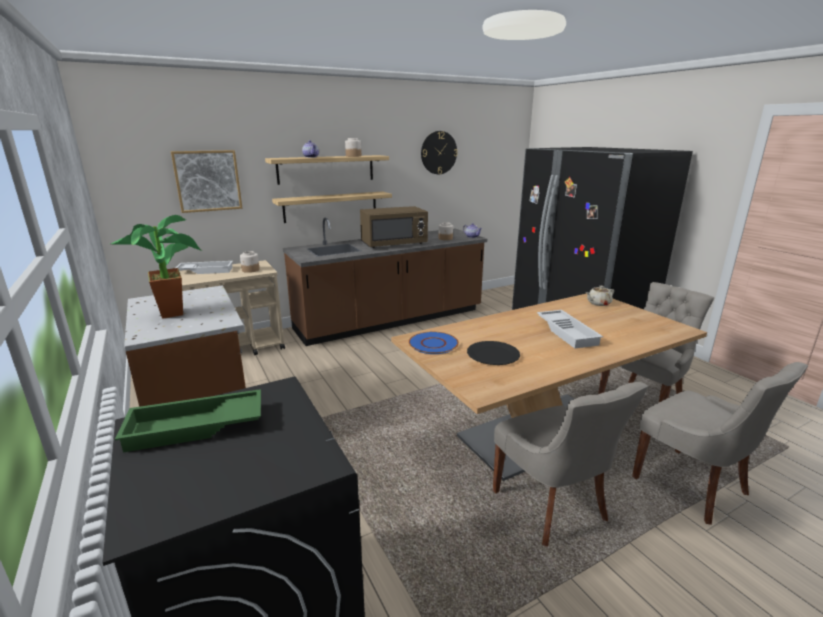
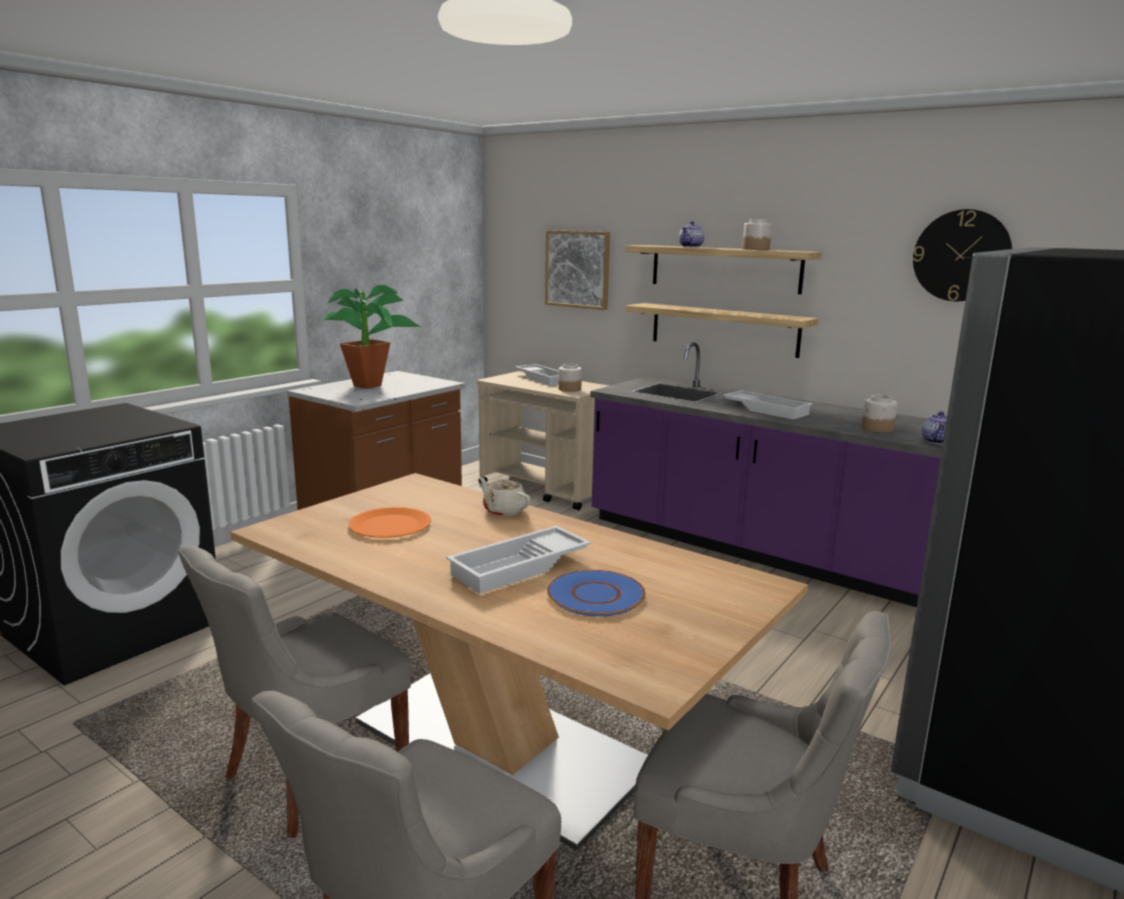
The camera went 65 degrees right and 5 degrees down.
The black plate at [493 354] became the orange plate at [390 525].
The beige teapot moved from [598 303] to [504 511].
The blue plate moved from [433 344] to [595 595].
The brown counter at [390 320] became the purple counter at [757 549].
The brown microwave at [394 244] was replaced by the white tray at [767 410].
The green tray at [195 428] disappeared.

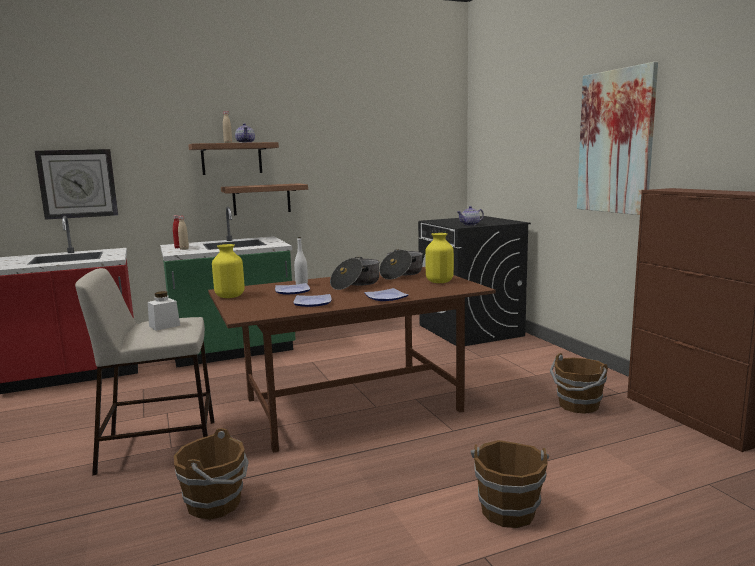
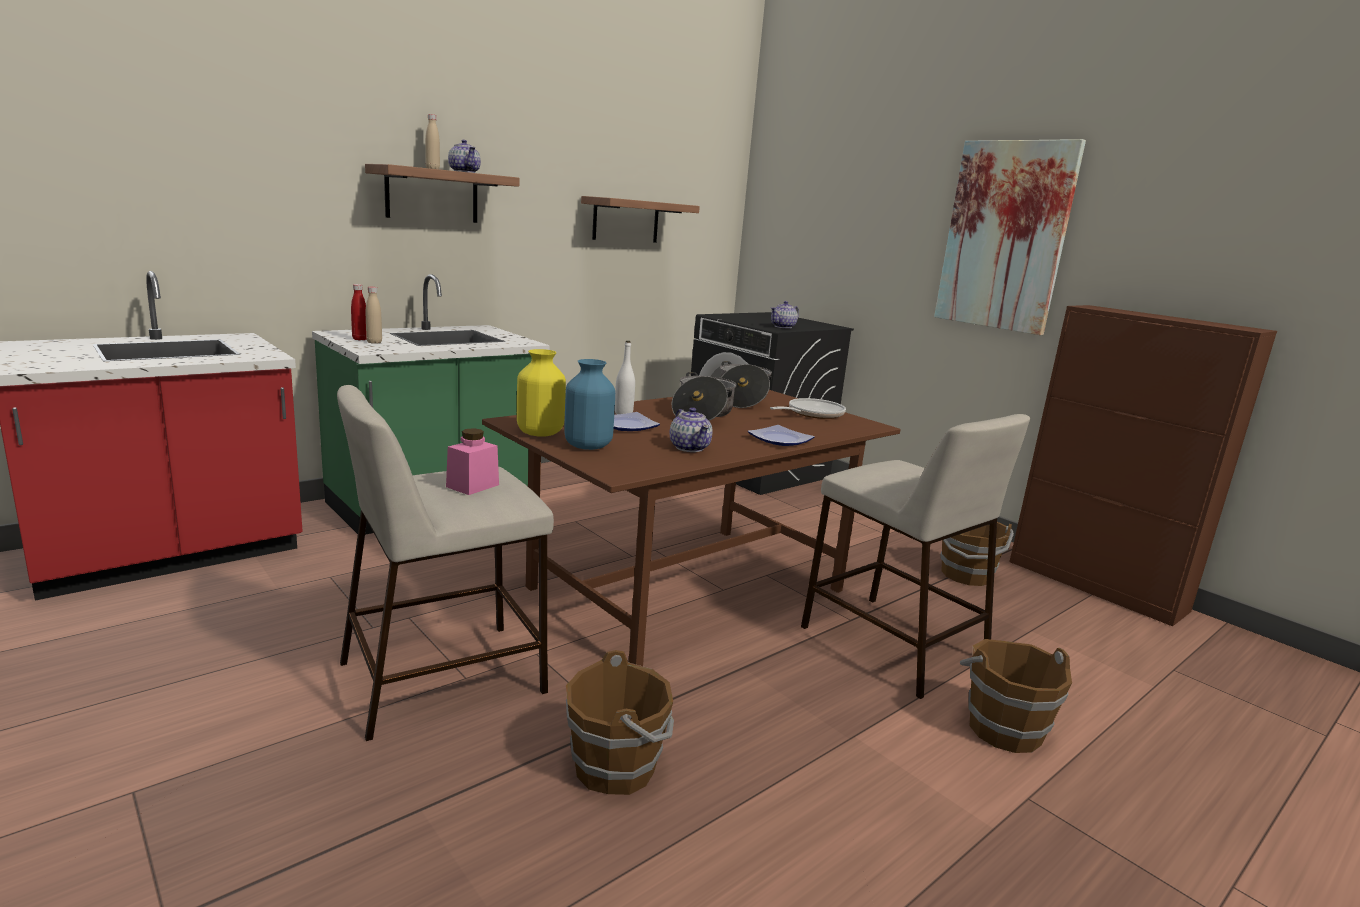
The camera went 20 degrees left and 5 degrees up.
The white jar at [164 326] became the pink jar at [472 486].
The blue vase at [587 445] appeared.
The shelf moved from [261 199] to [626 220].
The plate at [313 303] was replaced by the teapot at [689 447].
The yellow vase at [439 282] was replaced by the frying pan at [812 414].
The beige stool at [890 642] appeared.
The wall clock at [78 183] disappeared.

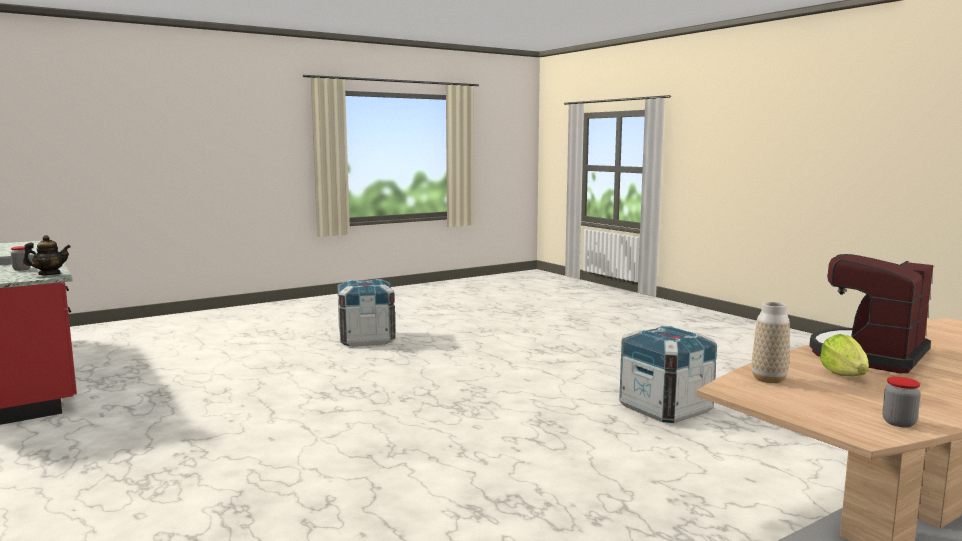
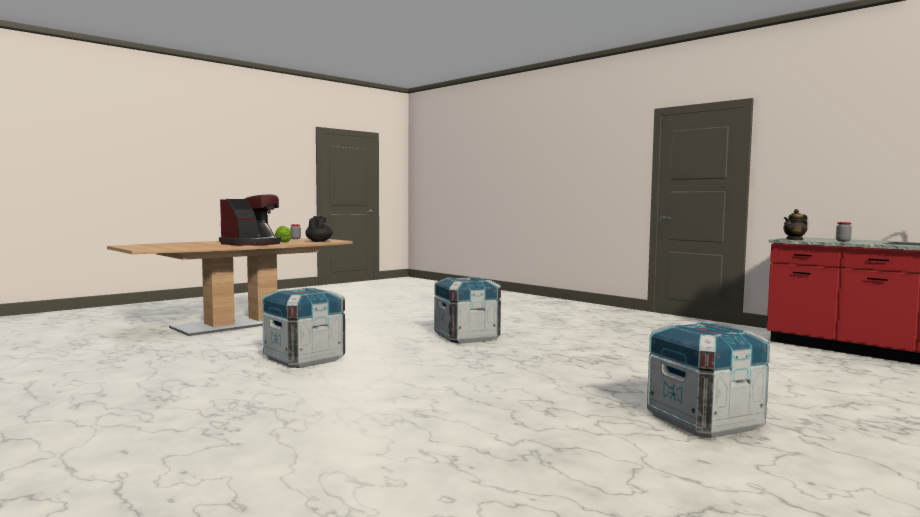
The camera went 170 degrees right and 5 degrees down.
The vase at [768 379] was replaced by the black teapot at [319 241].
The crate at [466 337] appeared.

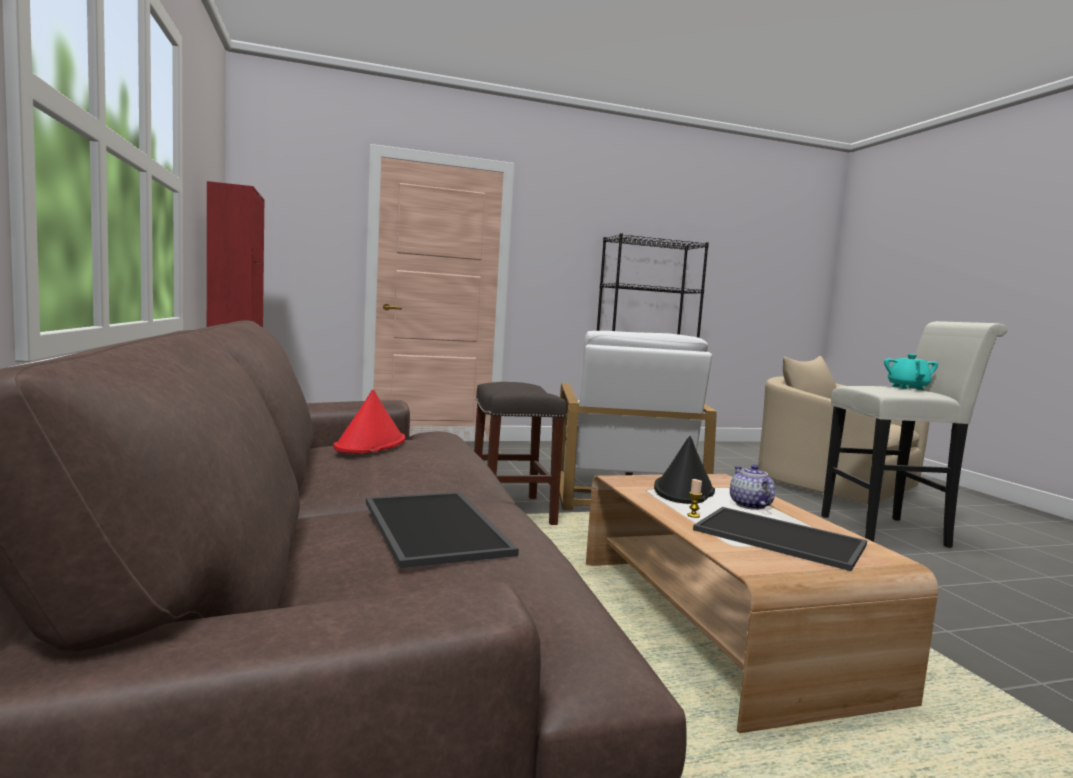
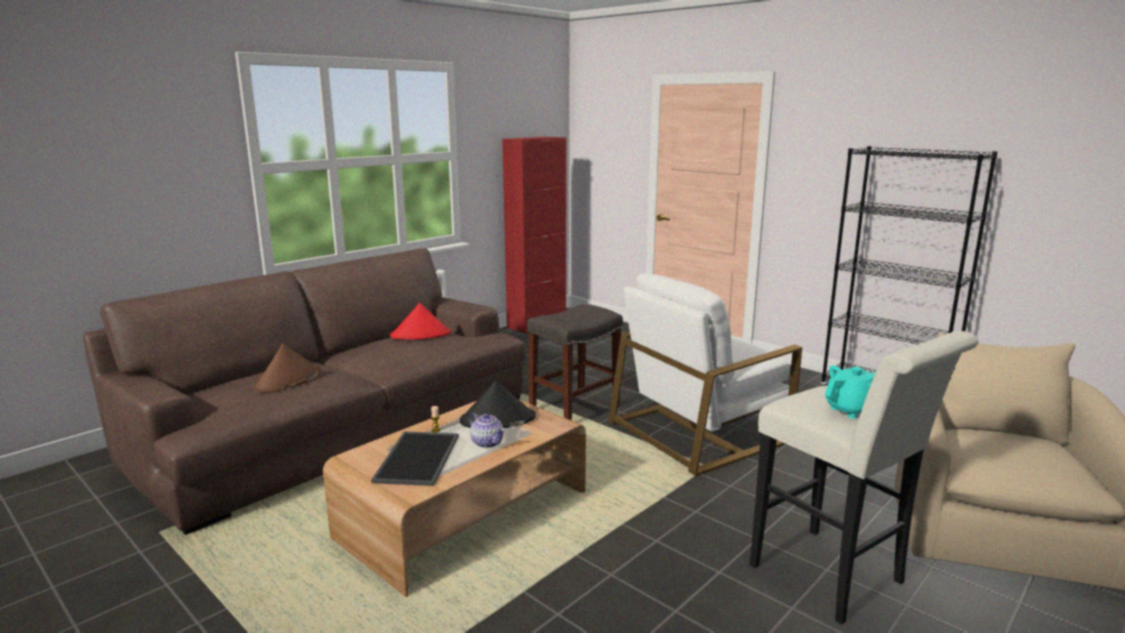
The camera went 60 degrees right and 10 degrees up.
The tray at [438 527] was replaced by the brown hat at [288 380].
The teapot at [750 505] turned 90 degrees clockwise.

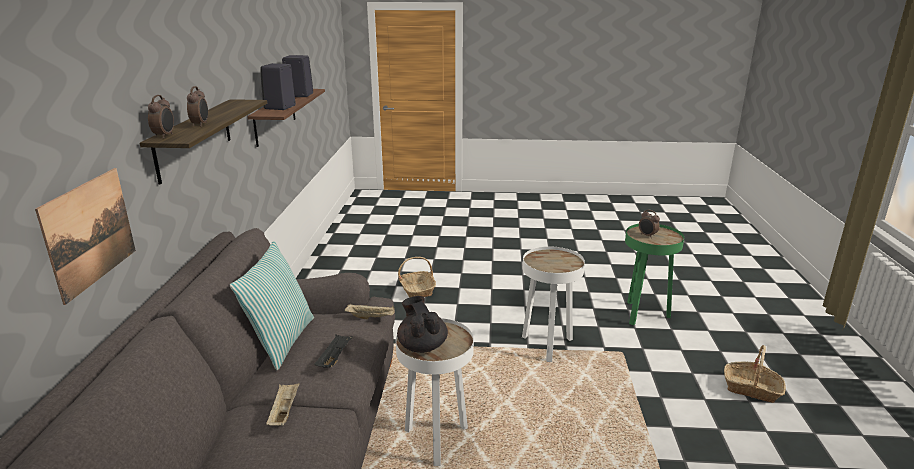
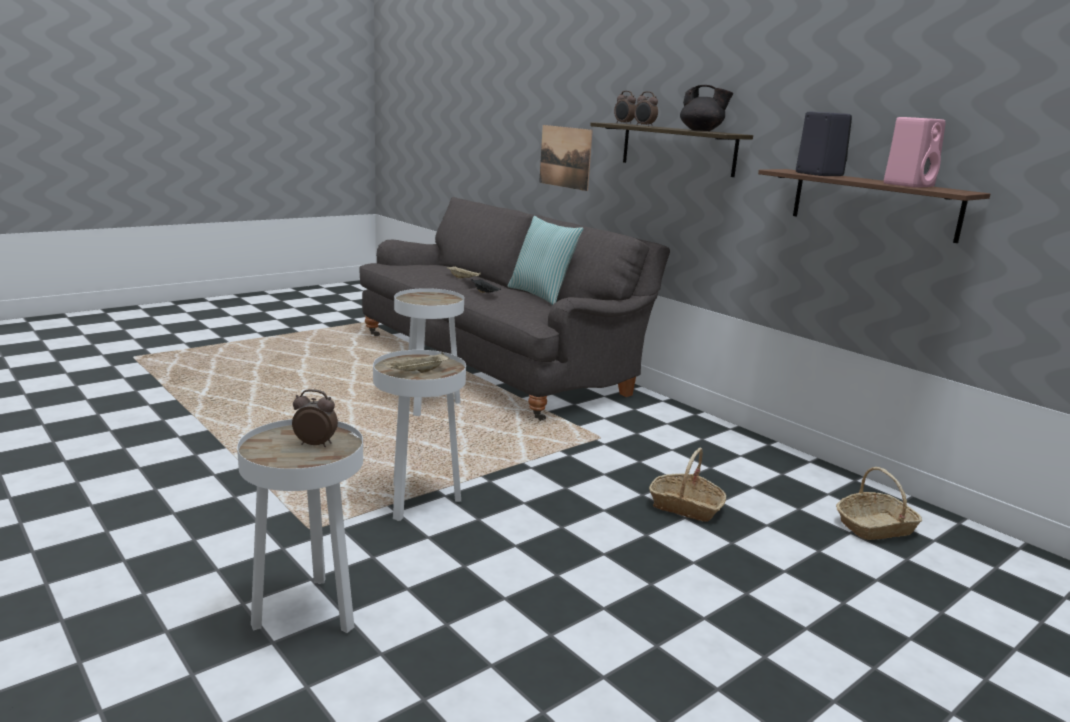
The camera went 135 degrees right and 5 degrees down.
The green side table at [643 315] became the white side table at [307 613].
The beige tray moved from [371 317] to [416 372].
The black teapot moved from [422 346] to [701 131].
The basket moved from [751 389] to [875 527].
The black speaker at [298 95] became the pink speaker at [908 185].

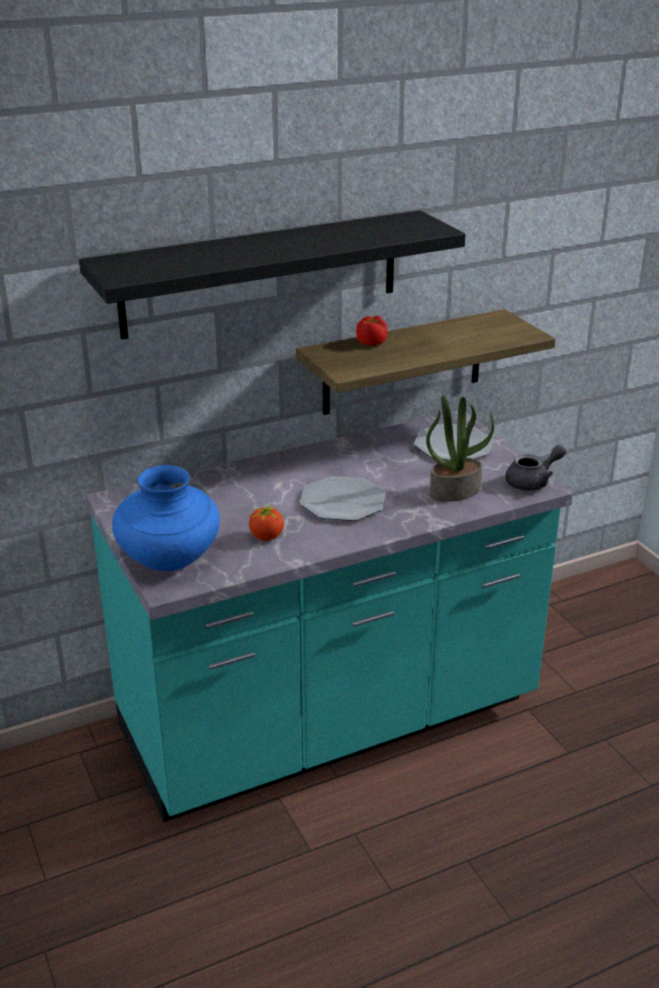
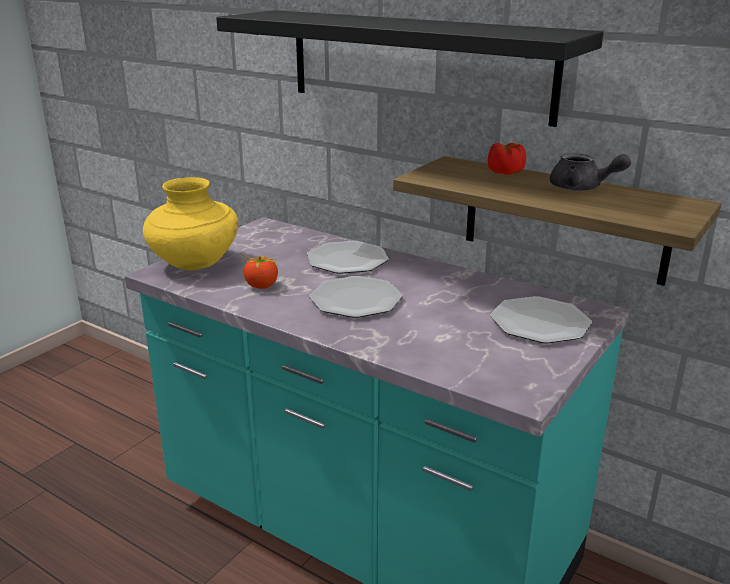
The camera went 60 degrees right and 5 degrees down.
The blue vase at [169 560] became the yellow vase at [194 263].
The plate at [347 260] appeared.
The grey teapot moved from [533 482] to [582 188].
The potted plant at [455 491] disappeared.

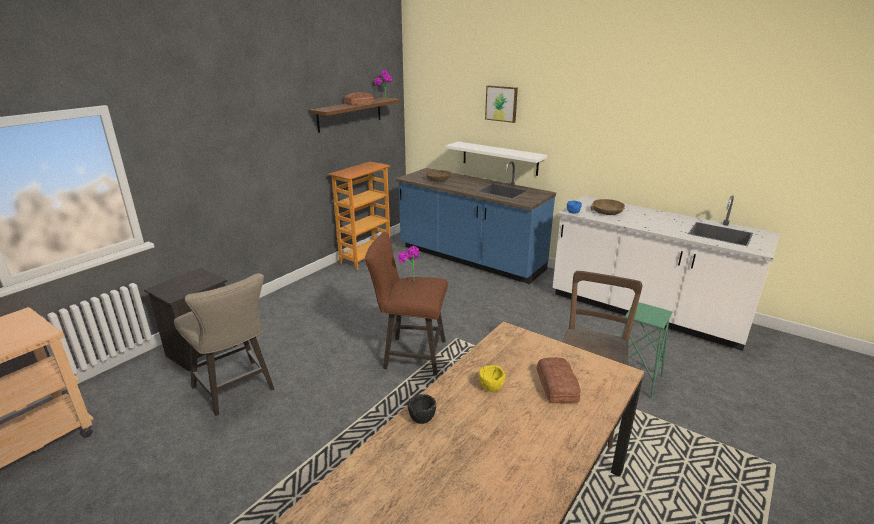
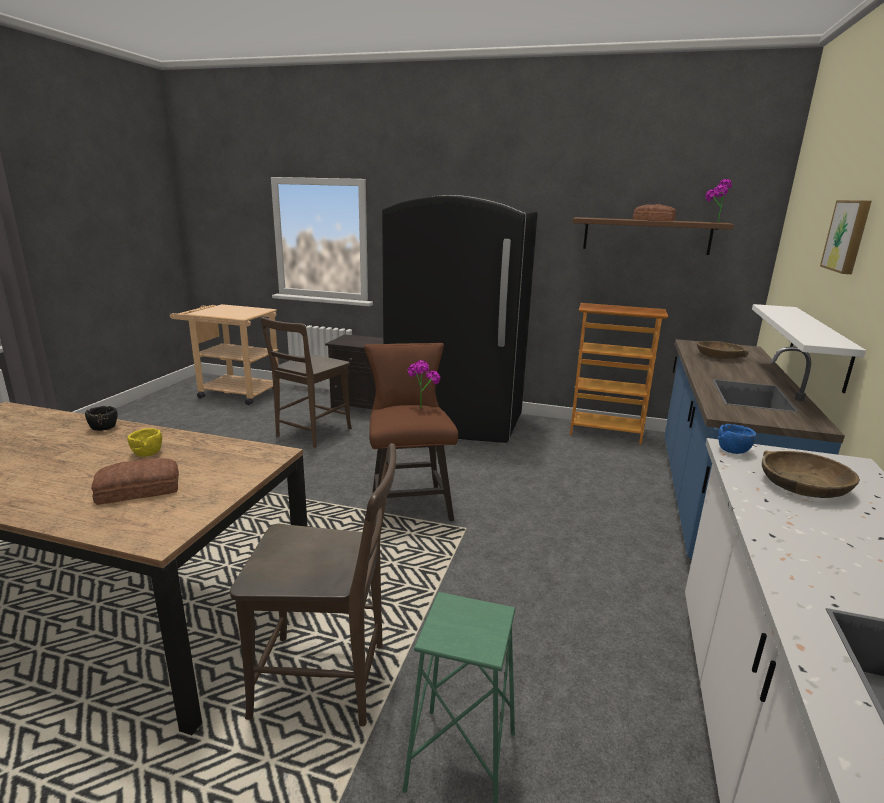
The camera went 70 degrees right and 5 degrees down.
The beige stool at [237 390] was replaced by the brown chair at [311 434].
The black fridge at [455 422] appeared.

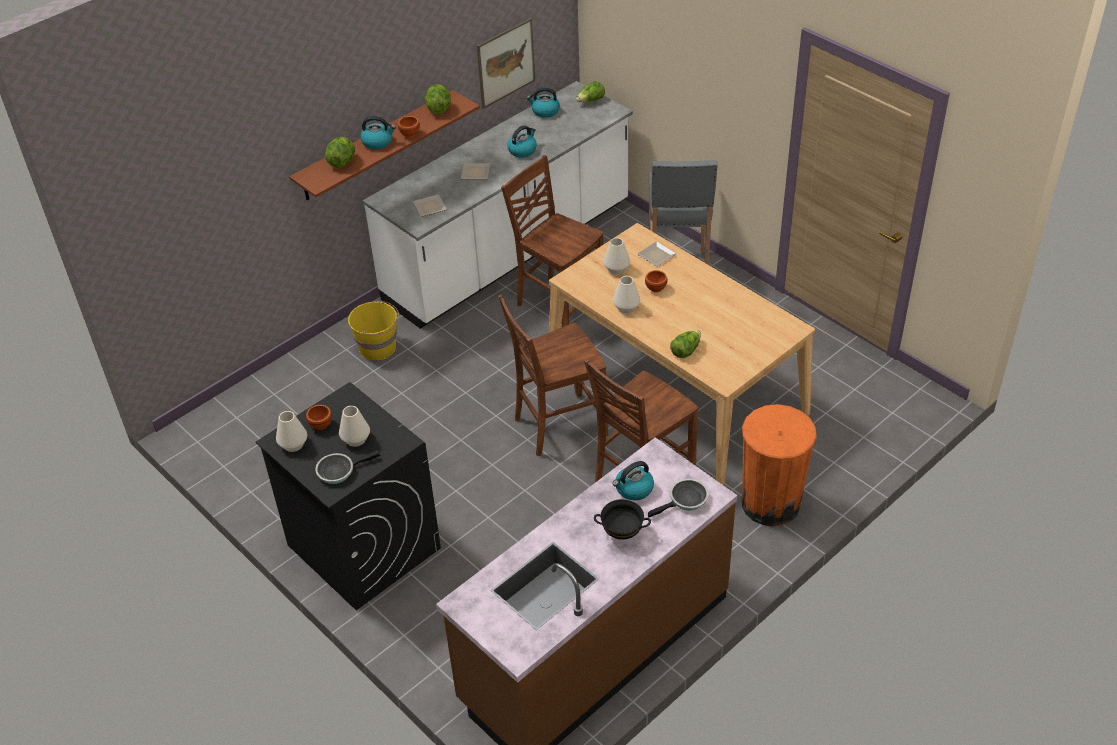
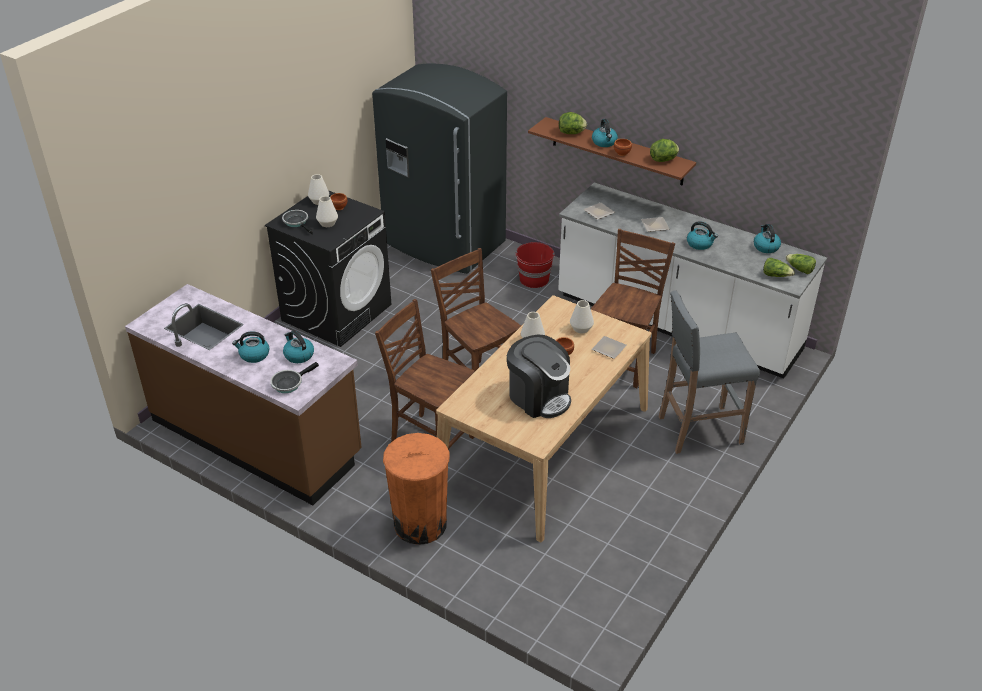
The camera went 75 degrees right and 5 degrees down.
The black bowl at [622 532] was replaced by the kettle at [254 355].
The frying pan at [685 500] turned 90 degrees clockwise.
The grey fridge at [443 244] appeared.
The coffee machine at [539 397] appeared.
The yellow bucket at [378 347] became the red bucket at [534 279].
The lettuce moved from [685 350] to [776 275].
The picture at [506 63] disappeared.

